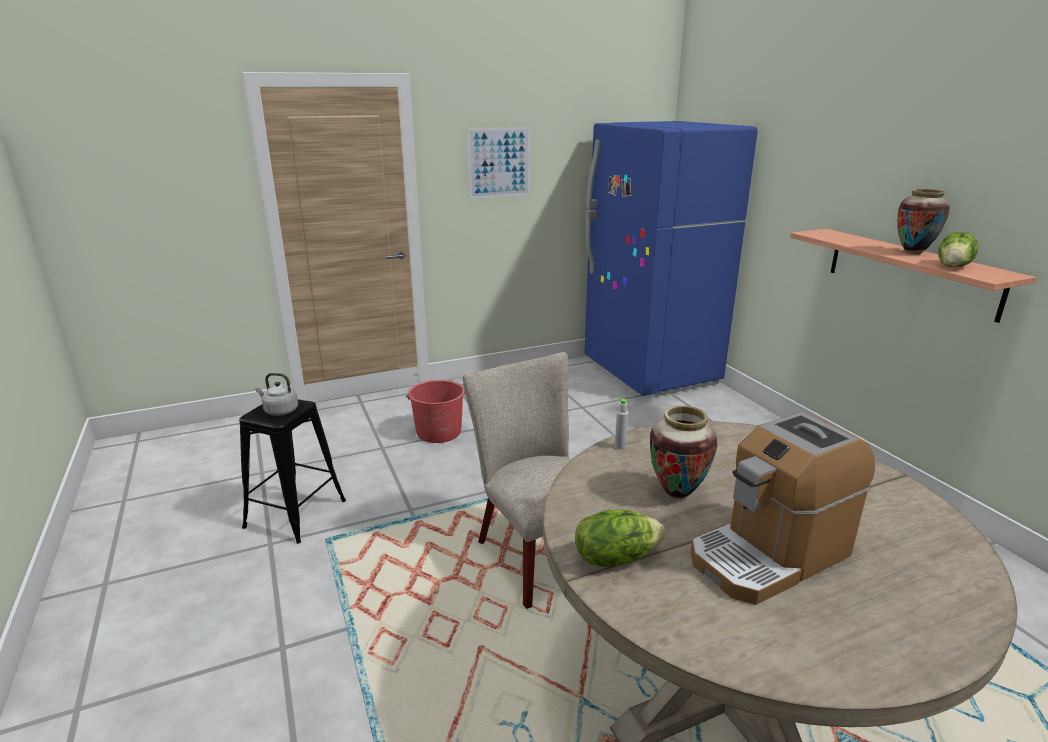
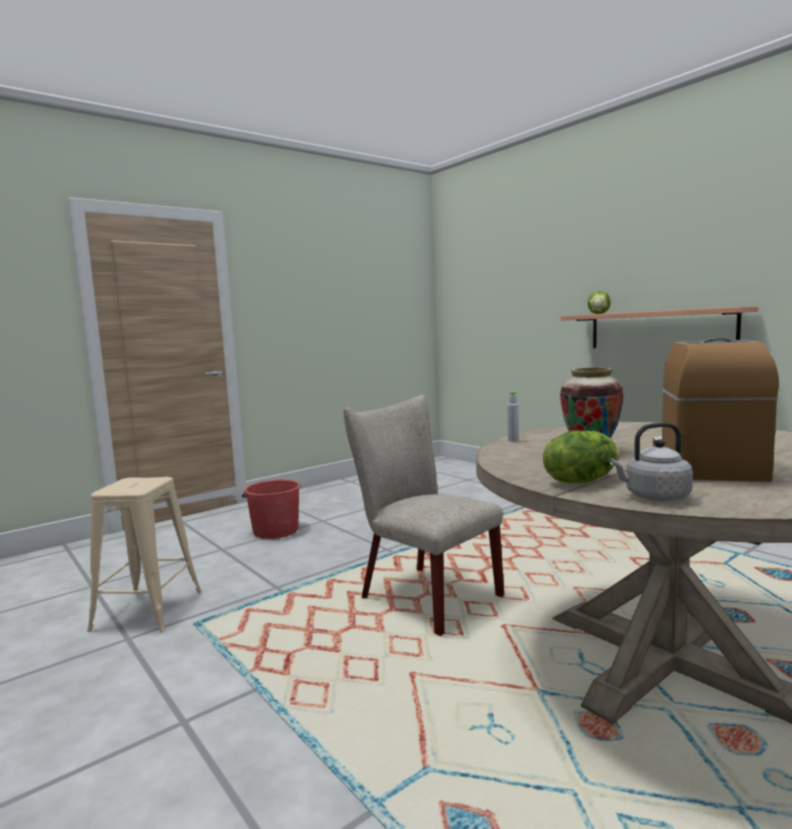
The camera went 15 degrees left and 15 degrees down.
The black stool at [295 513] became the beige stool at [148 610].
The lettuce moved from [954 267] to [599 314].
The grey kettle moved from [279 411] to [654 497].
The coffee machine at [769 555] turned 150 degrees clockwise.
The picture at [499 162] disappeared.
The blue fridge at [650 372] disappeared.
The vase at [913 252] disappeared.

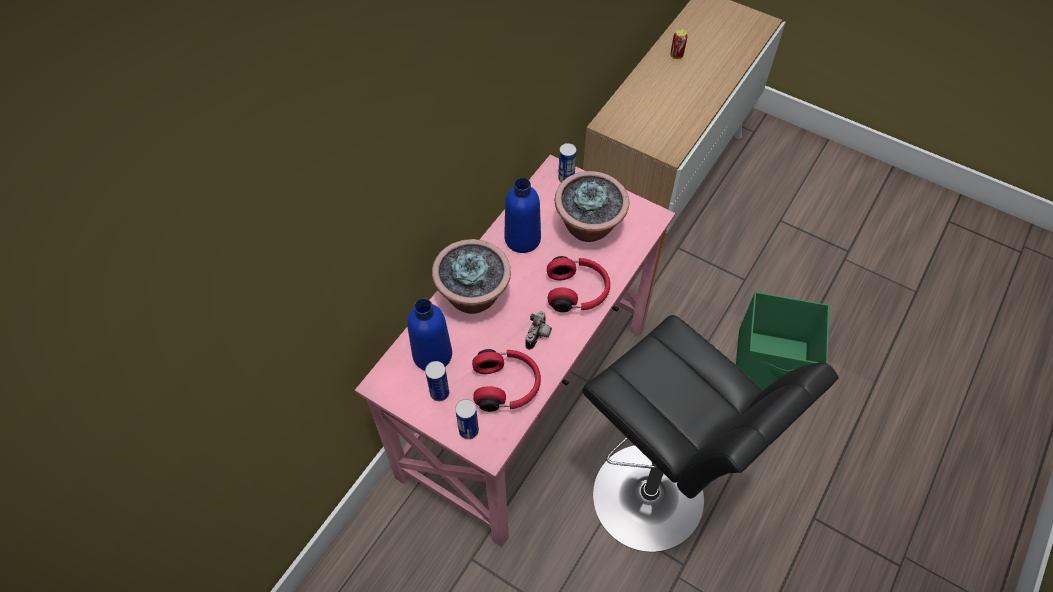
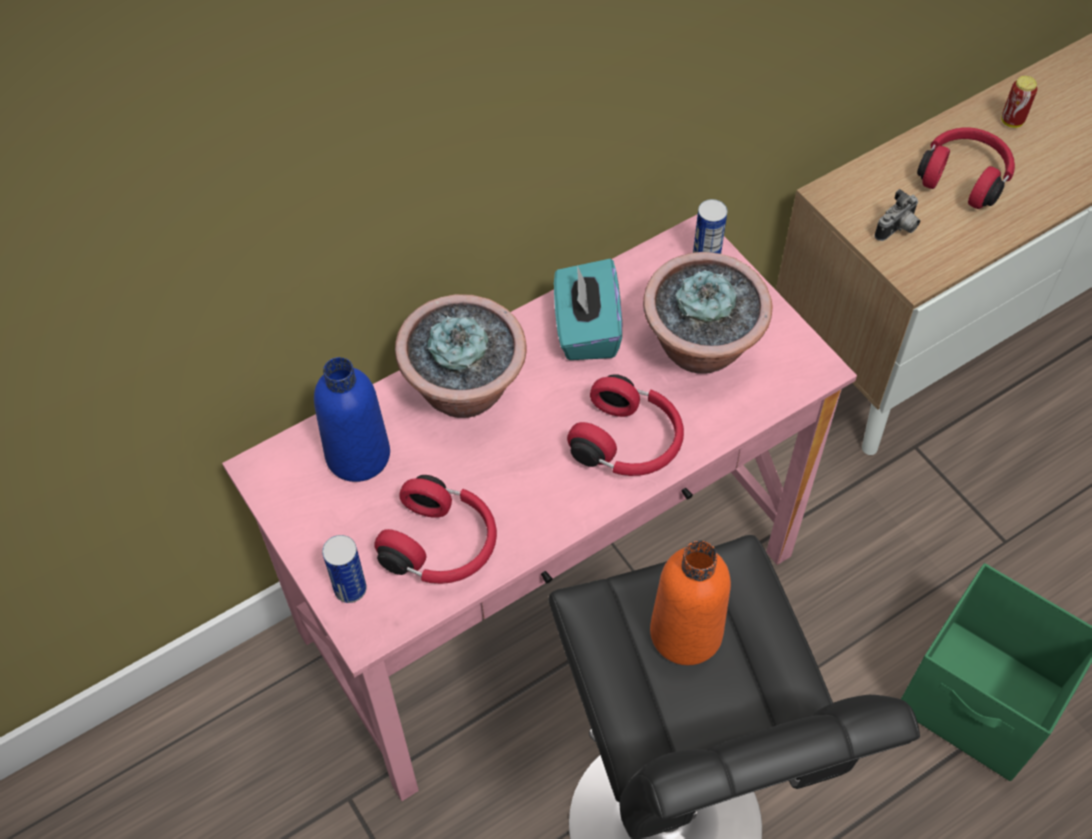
The camera went 25 degrees right and 0 degrees up.
The blue bottle at [522 239] was replaced by the turquoise tissue box at [586 329].
The orange bottle at [686 633] appeared.
The photo camera moved from [539 336] to [898 229].
The red headphones at [964 177] appeared.
The can at [439 393] disappeared.

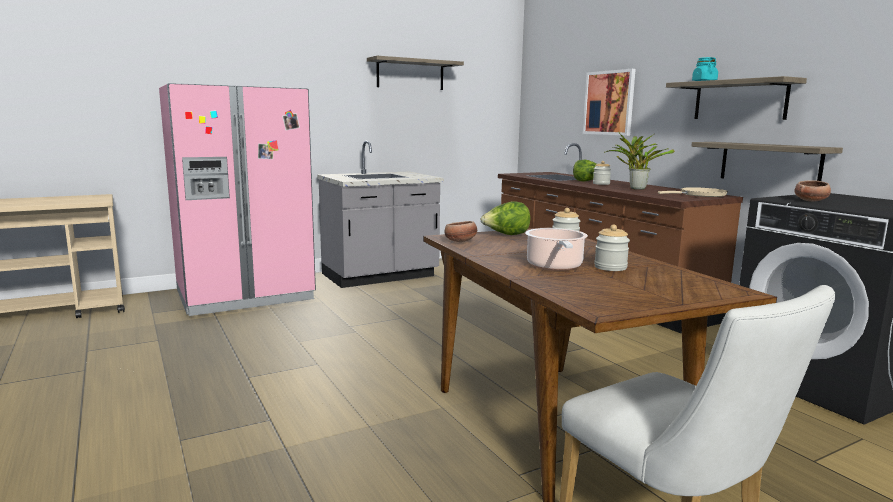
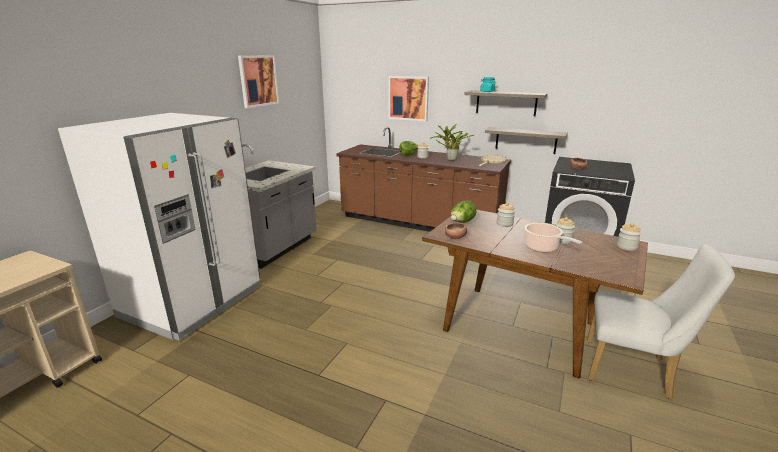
The camera went 35 degrees left and 10 degrees up.
The pink fridge at [245 295] became the white fridge at [192 302].
The shelf at [410 74] was replaced by the picture at [258 81].
The jar at [626 247] appeared.

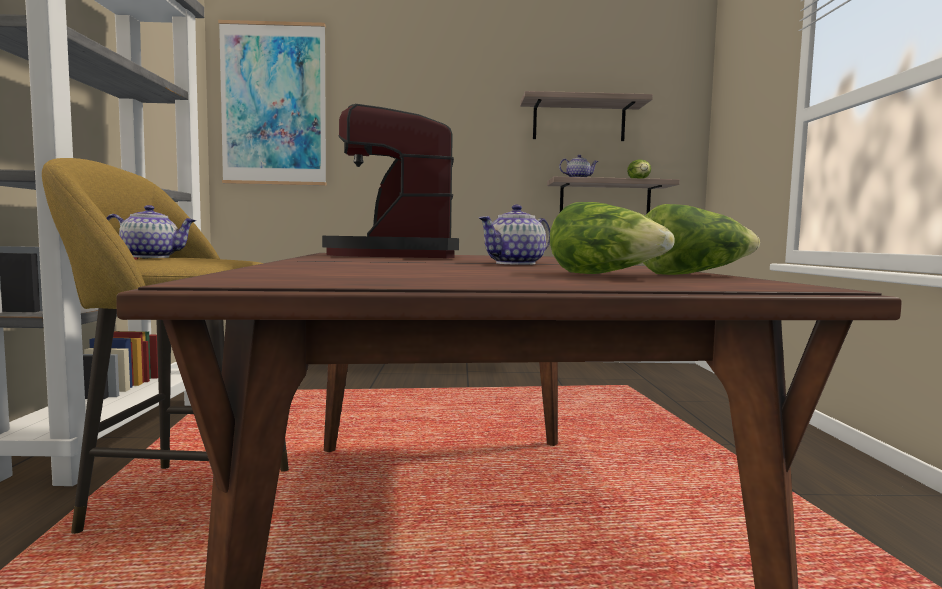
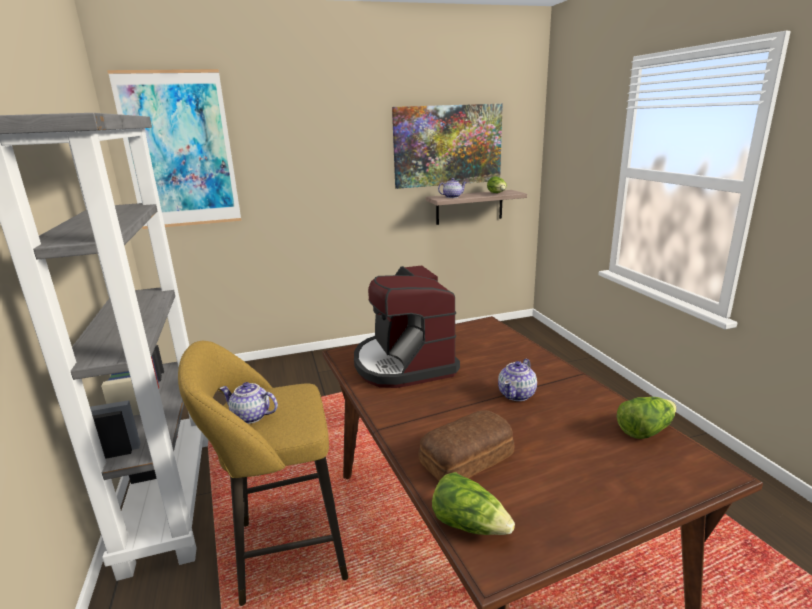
The camera went 15 degrees left and 15 degrees up.
The teapot at [151 257] turned 135 degrees counterclockwise.
The shelf at [579 121] was replaced by the picture at [448 145].
The bread at [468 459] appeared.
The lettuce moved from [606 275] to [470 524].

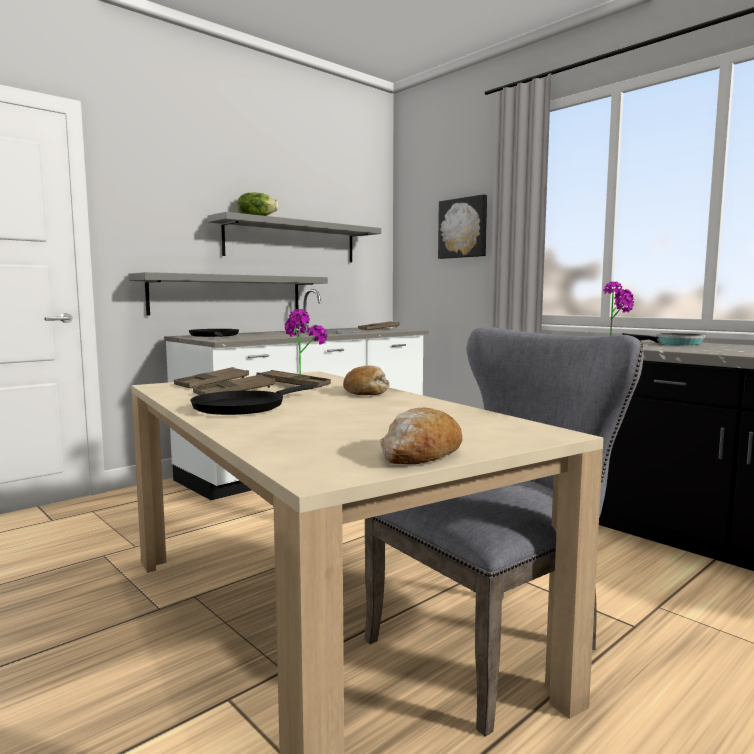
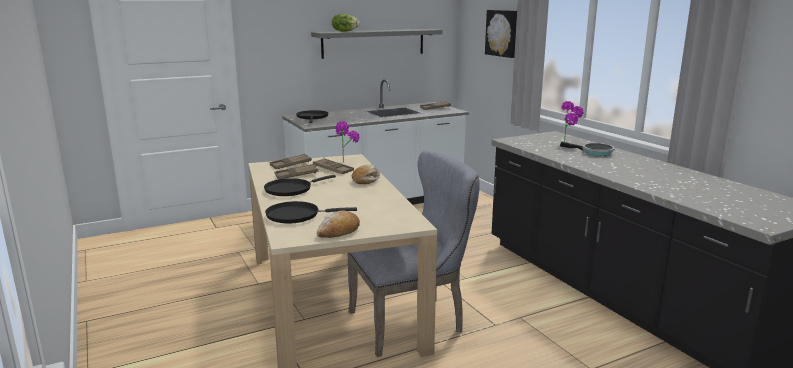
The camera went 15 degrees right and 10 degrees up.
The black frying pan at [296 215] appeared.
The grey shelf at [228 294] disappeared.

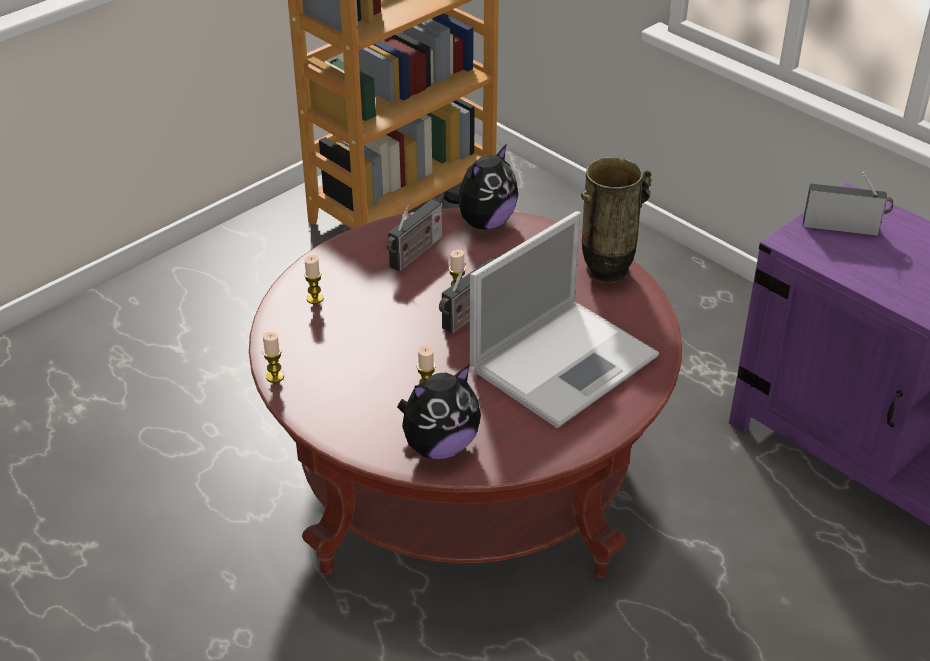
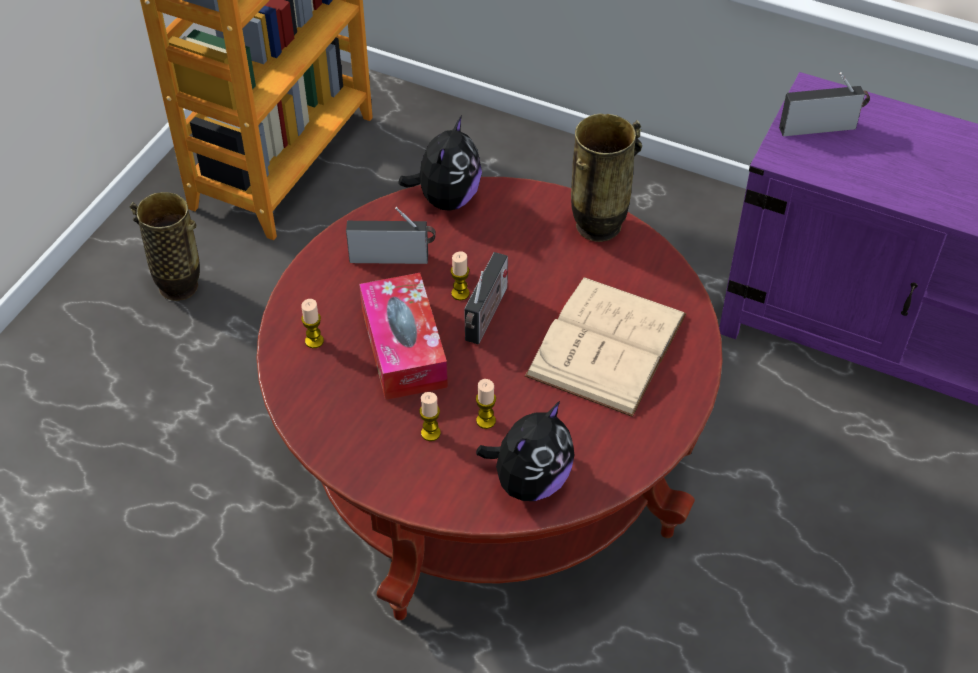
The camera went 20 degrees left and 10 degrees up.
The vase at [179 287] appeared.
The radio at [414 254] turned 105 degrees counterclockwise.
The tissue box at [404 348] appeared.
The candle moved from [275 376] to [430 433].
The laptop at [566 361] was replaced by the beige book at [606 345].

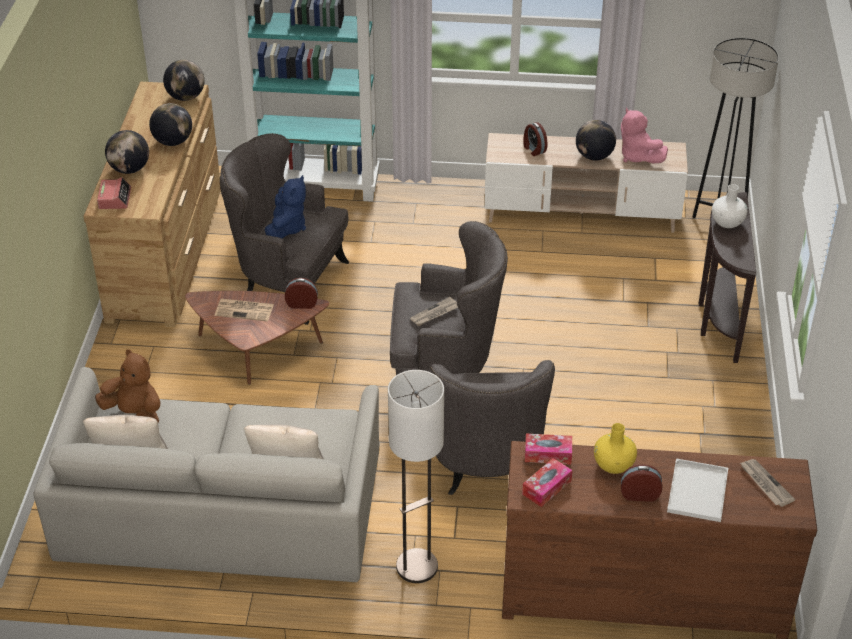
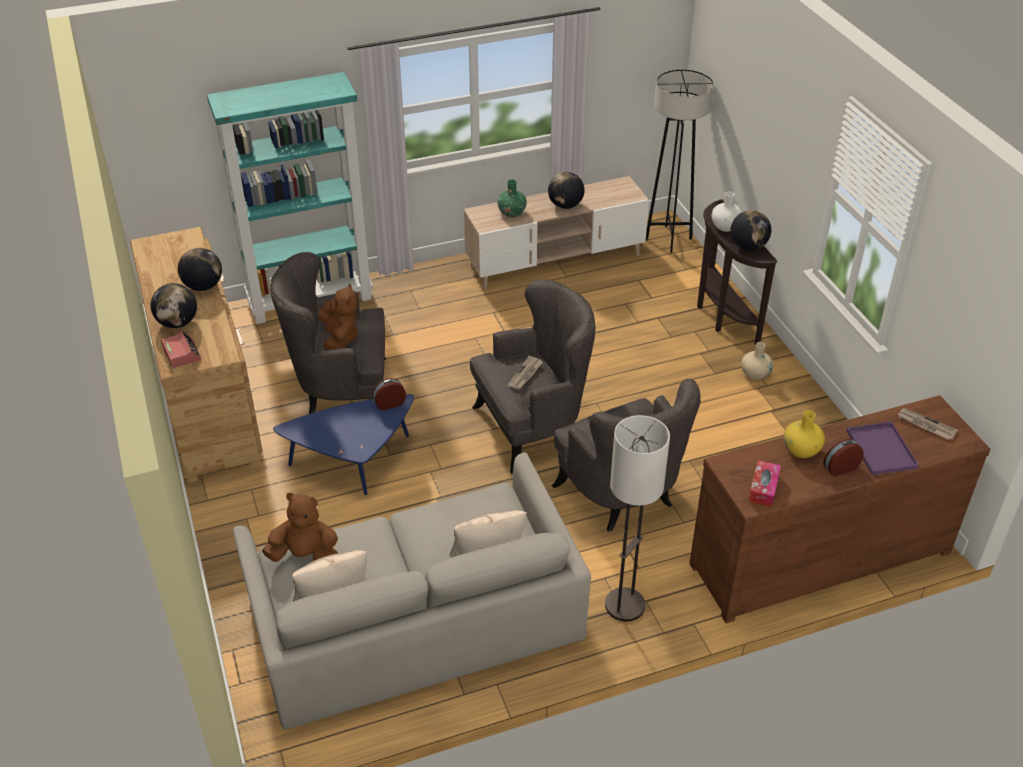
The camera went 25 degrees left and 0 degrees up.
The brown coffee table at [257 352] became the blue coffee table at [354 463].
The blue plush toy at [287 228] became the brown plush toy at [339 339].
The alarm clock at [534 149] was replaced by the green vase at [512 213].
The globe moved from [186 97] to [748 246].
The beige vase at [755 374] appeared.
The white tray at [697 490] became the purple tray at [880 448].
The newspaper at [245 310] disappeared.
The tissue box at [548 454] disappeared.
The pink plush toy at [637 156] disappeared.

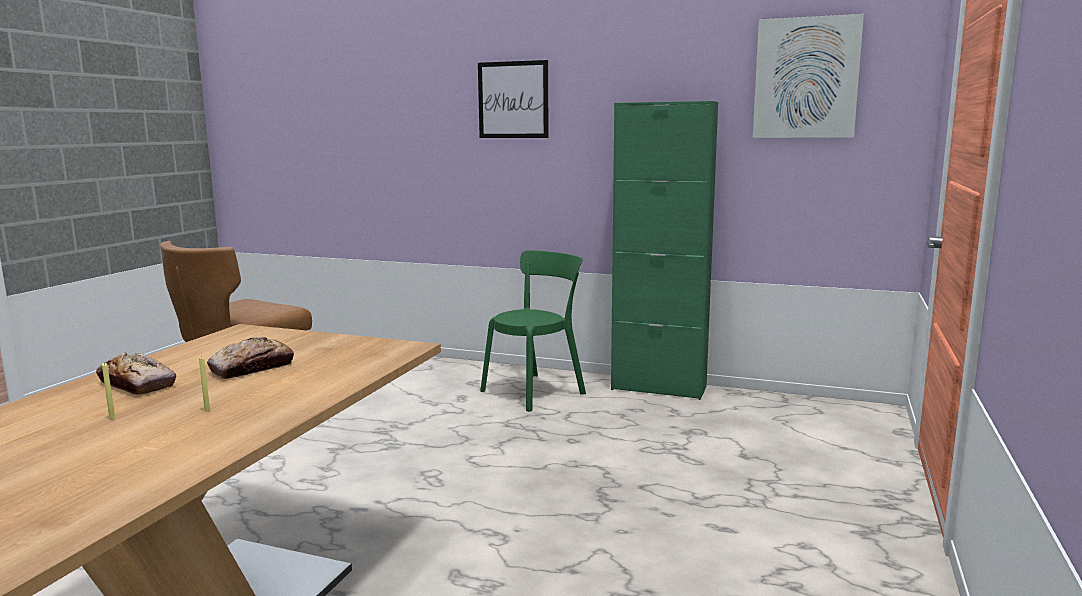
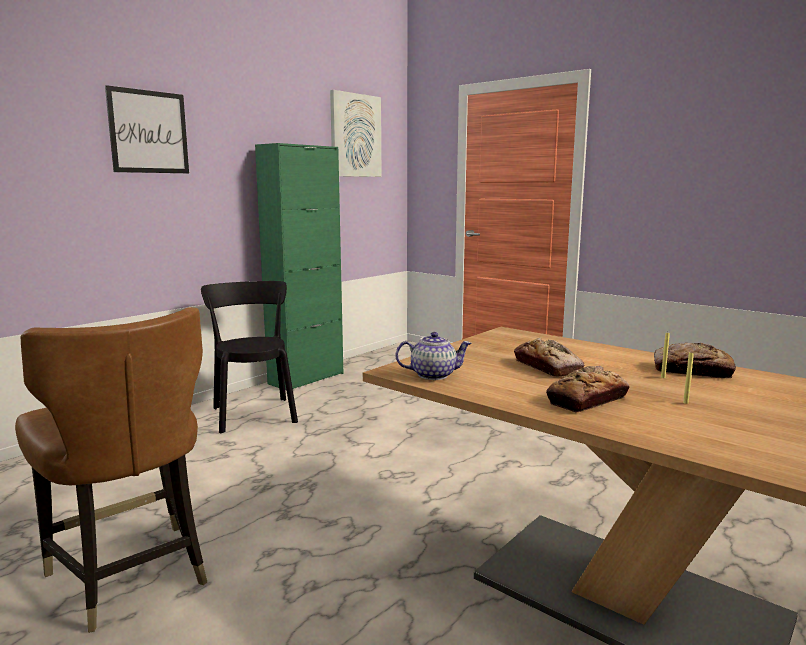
The camera went 70 degrees left and 0 degrees up.
The green chair at [536 391] became the black chair at [254 413].
The teapot at [433 375] appeared.
The bread at [692 371] appeared.

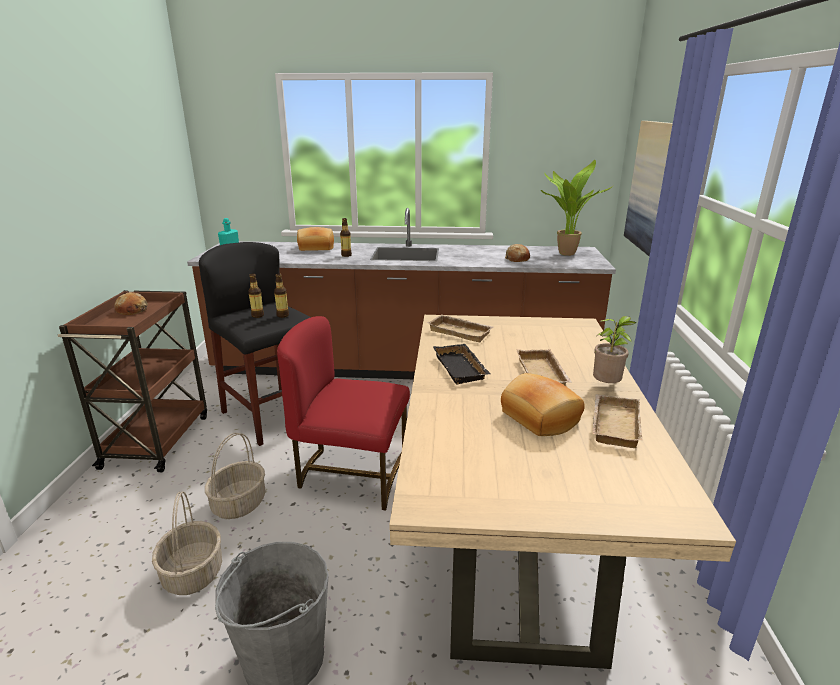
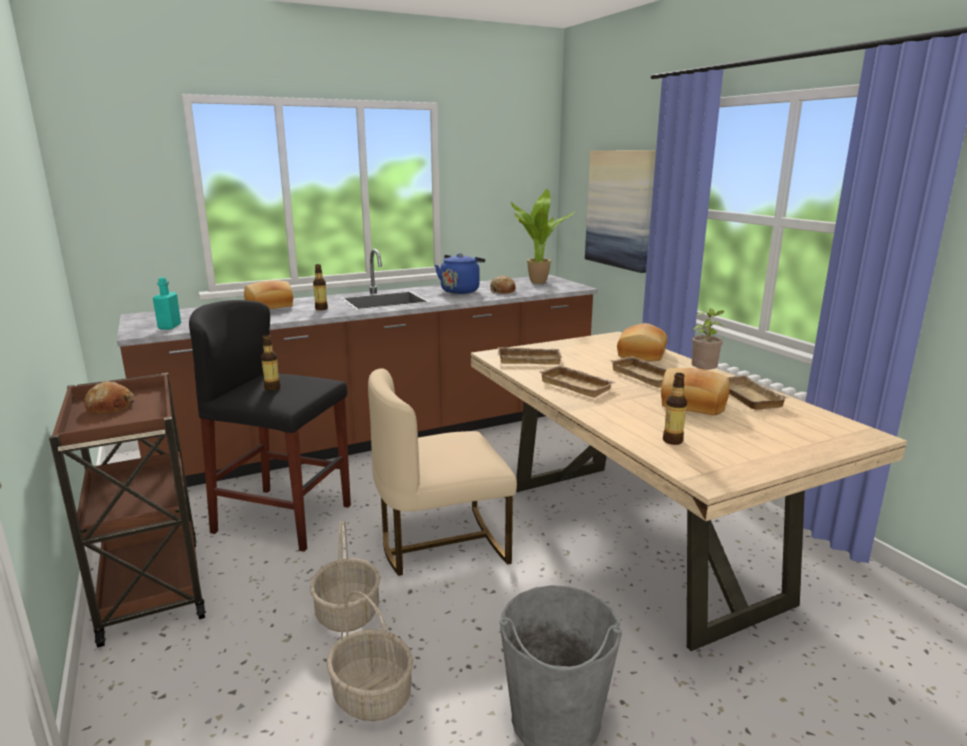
The camera went 30 degrees left and 5 degrees down.
The red chair at [352 473] became the beige chair at [441 544].
The blue kettle at [461 291] appeared.
The black tray at [462 368] became the beige tray at [578 385].
The bread at [643 354] appeared.
The bottle moved from [282 315] to [672 441].

